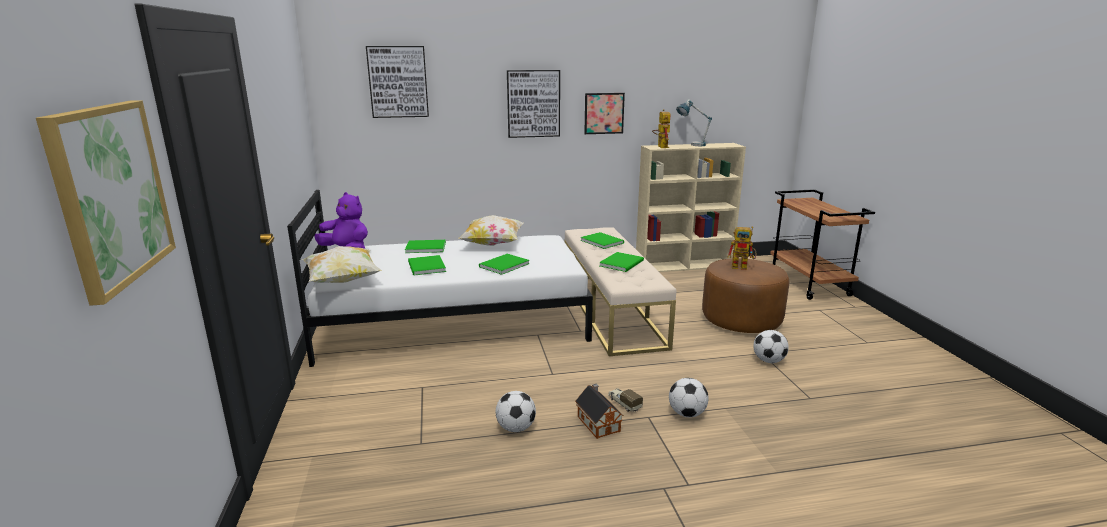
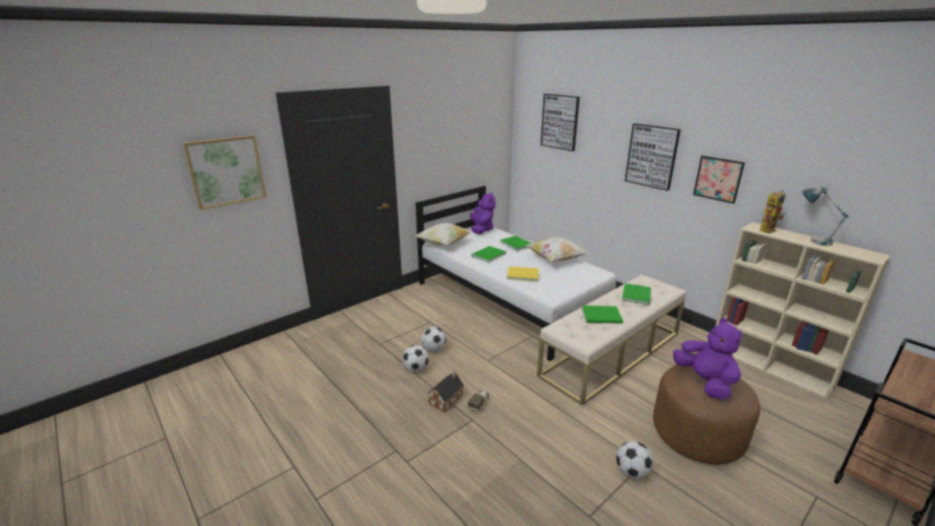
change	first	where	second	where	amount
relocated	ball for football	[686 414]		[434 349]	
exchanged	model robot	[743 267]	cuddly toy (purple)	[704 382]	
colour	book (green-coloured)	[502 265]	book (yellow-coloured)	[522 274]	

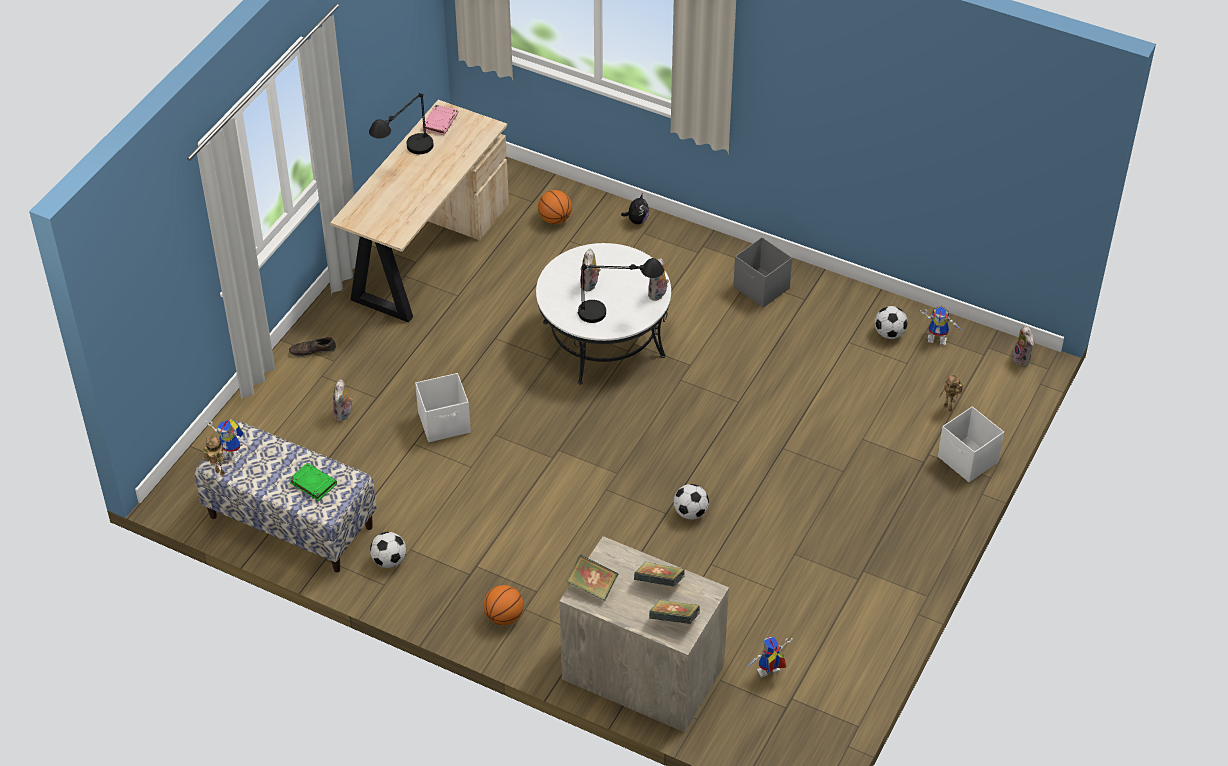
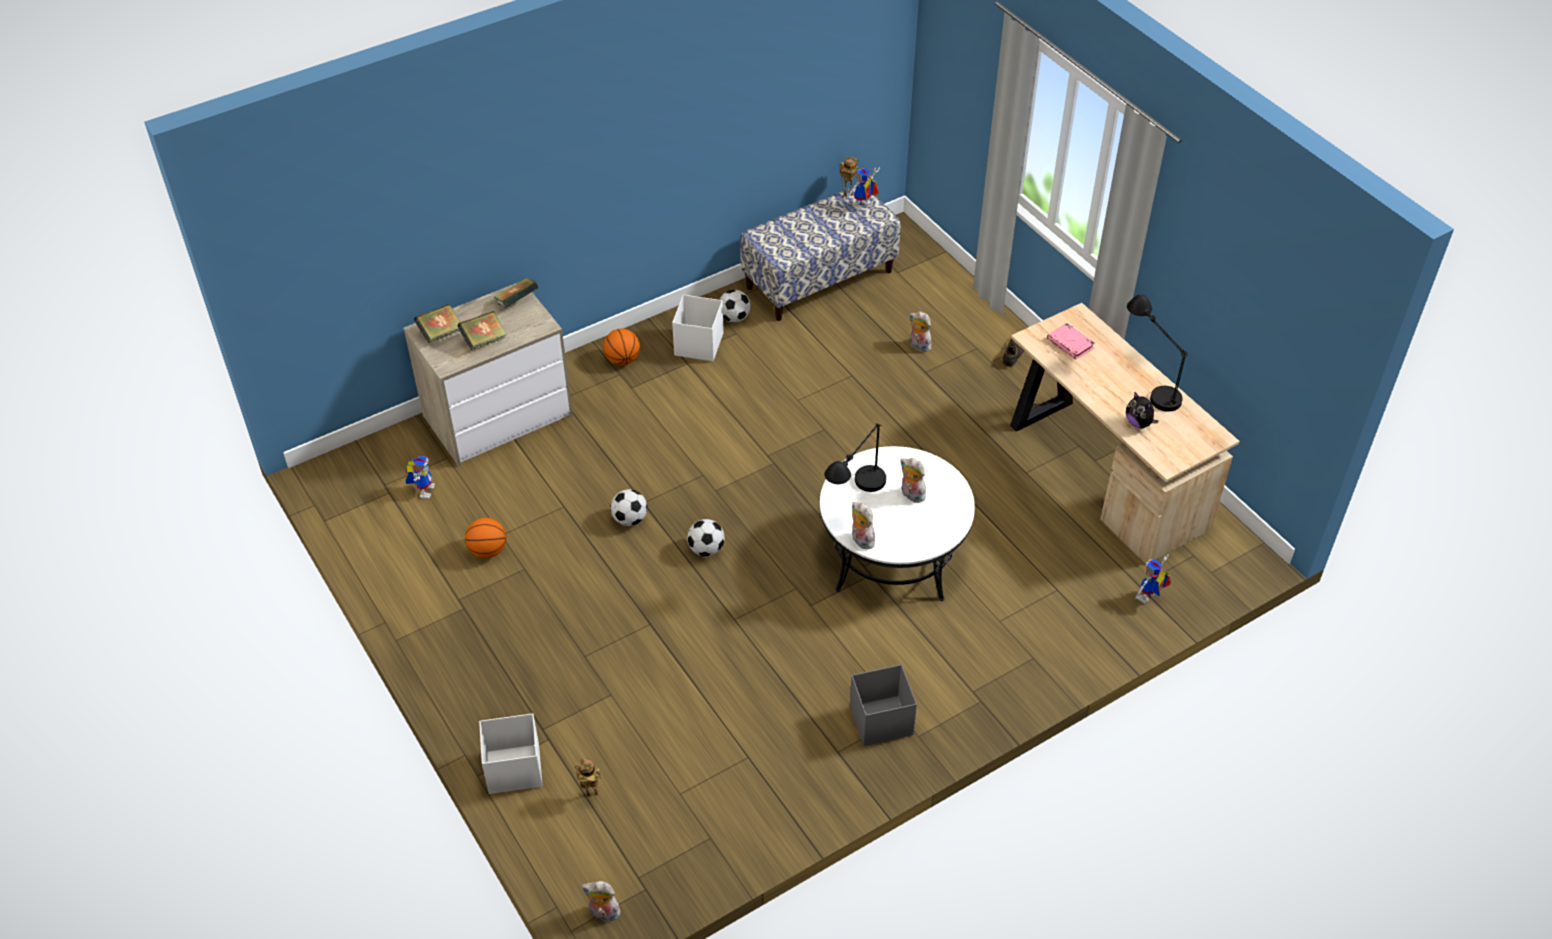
change	first	where	second	where	amount
missing	book (green-coloured)	[312 483]			
relocated	storage bin (whitish)	[445 423]		[698 345]	
relocated	book (pink-coloured)	[440 122]		[1070 344]	
relocated	ball for basketball	[555 219]		[488 551]	
relocated	cuddly toy	[637 220]		[1138 423]	
relocated	ball for football	[889 333]		[706 549]	
relocated	model robot	[939 338]		[1148 598]	

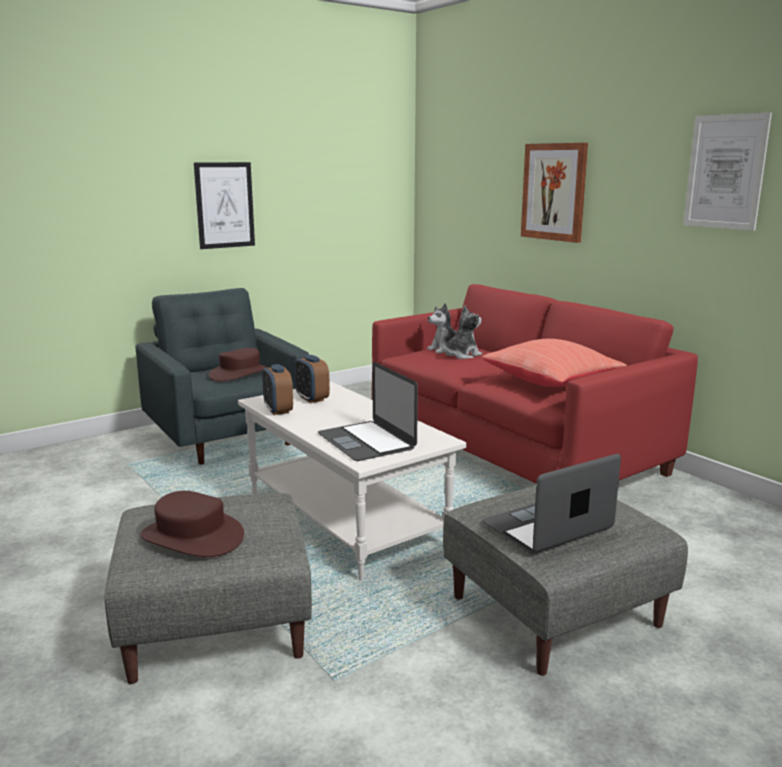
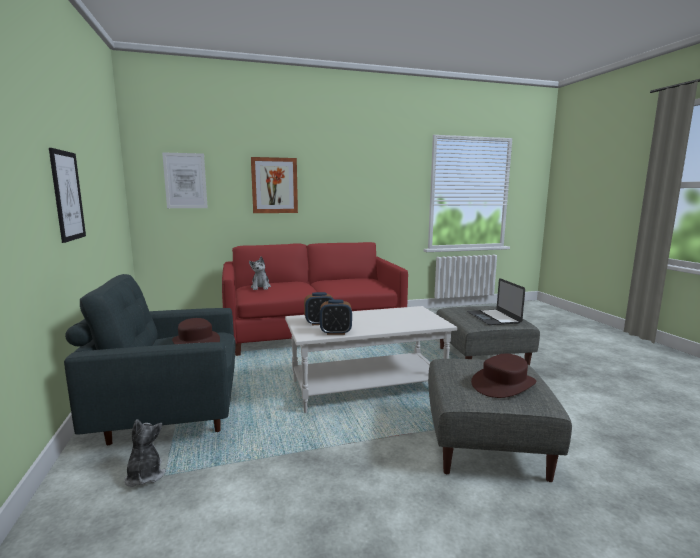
change	first	where	second	where	amount
missing	portable computer	[366 441]			
missing	throw pillow (red-coloured)	[552 382]			
relocated	cuddly toy	[461 355]		[145 475]	
relocated	picture	[725 172]		[185 181]	

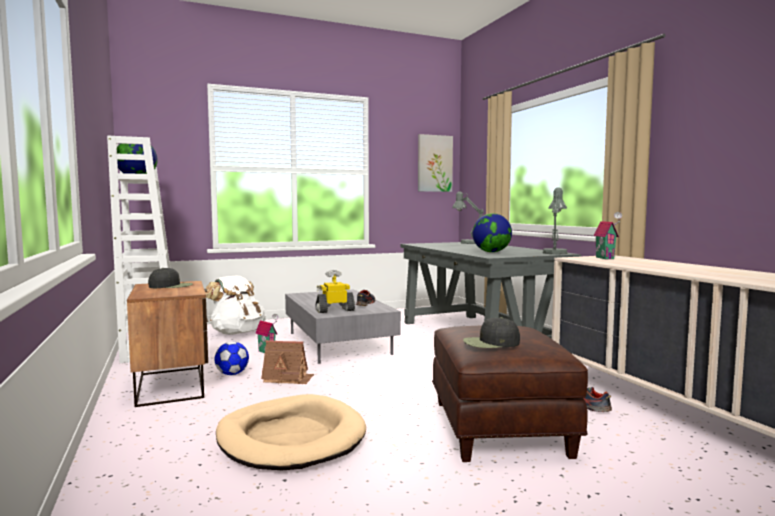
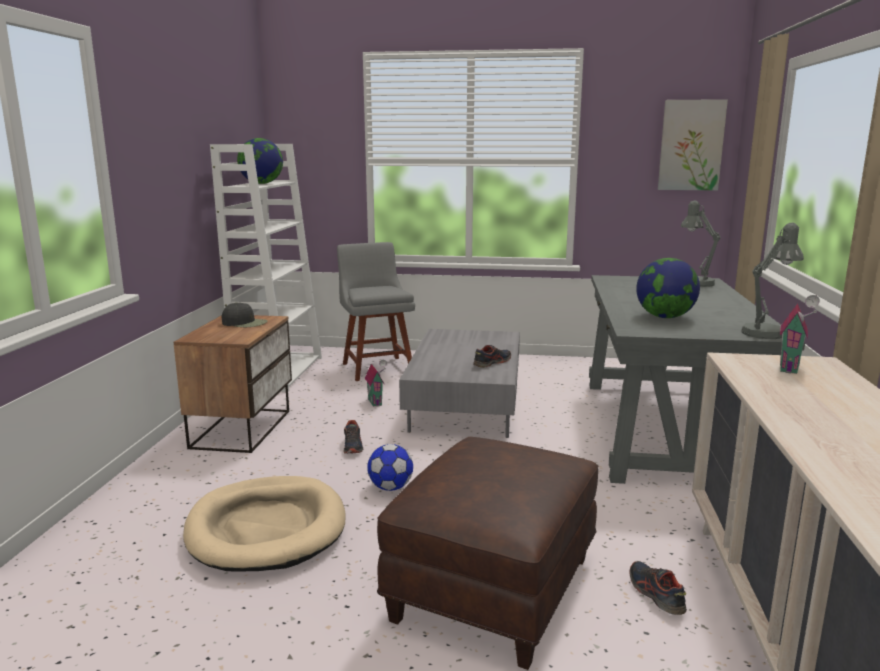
change	first	where	second	where	amount
missing	model robot	[335 310]			
missing	baseball cap (black)	[490 343]			
relocated	ball for football	[232 374]		[390 487]	
exchanged	knapsack (whitish)	[237 333]	chair (grey)	[376 367]	
exchanged	miniature house	[288 378]	shoe	[353 446]	

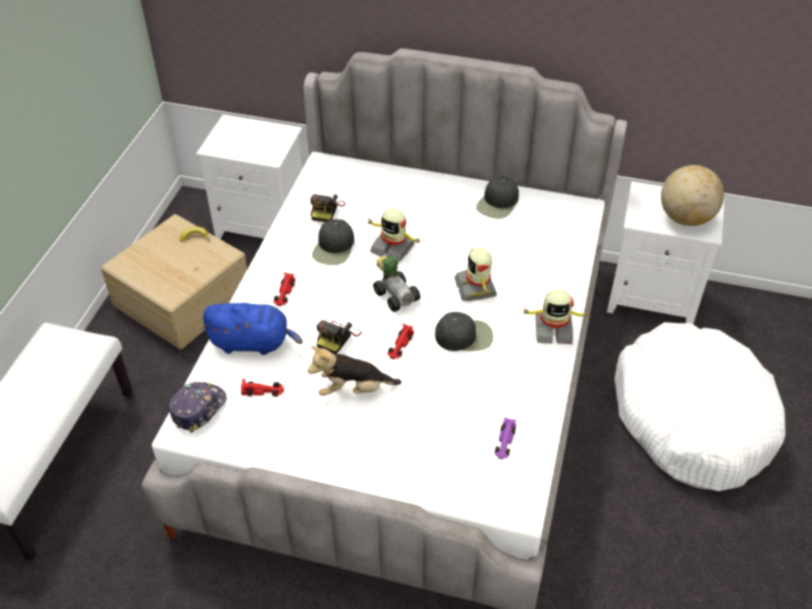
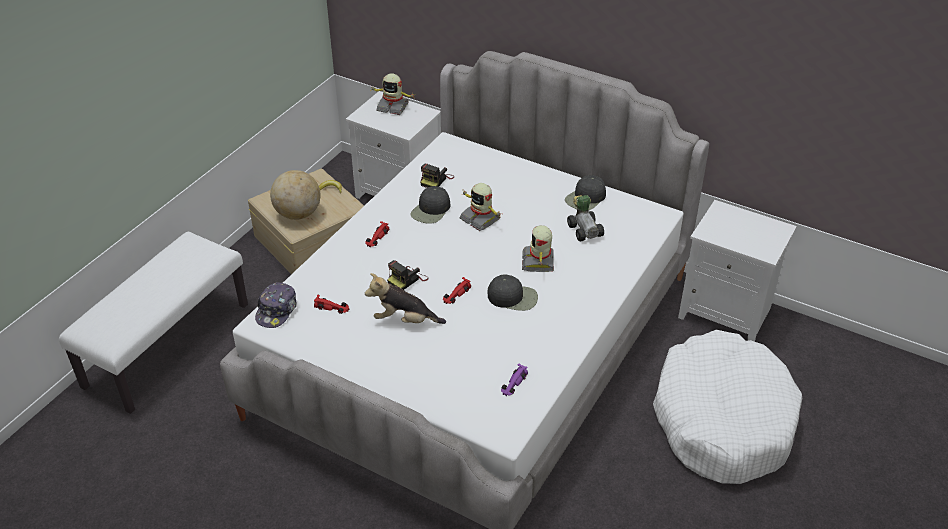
change	first	where	second	where	amount
missing	cuddly toy (blue)	[253 343]			
relocated	miniature car	[396 294]		[585 229]	
relocated	model robot	[553 330]		[393 107]	
relocated	globe	[685 218]		[298 214]	
spun	baseball cap	[198 408]		[277 311]	150 degrees clockwise

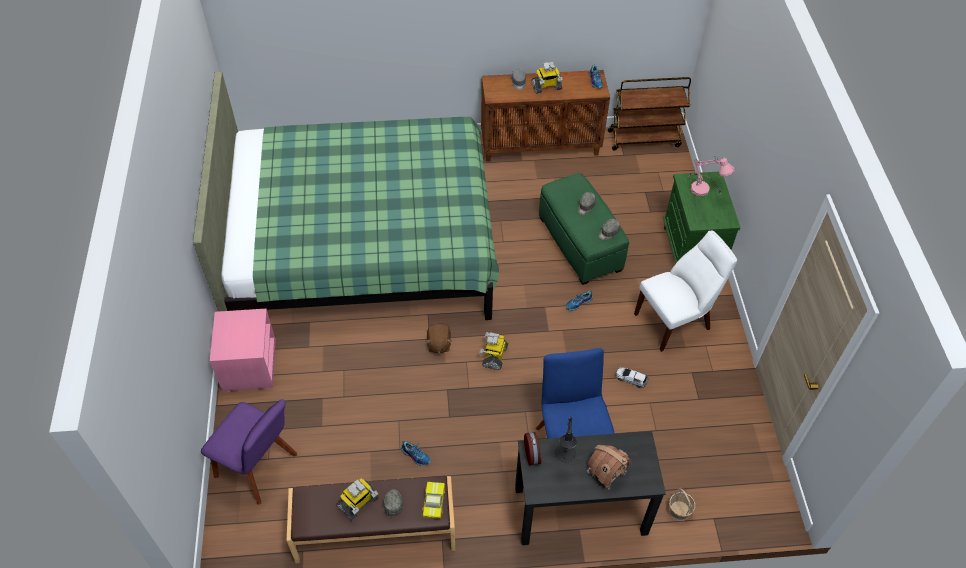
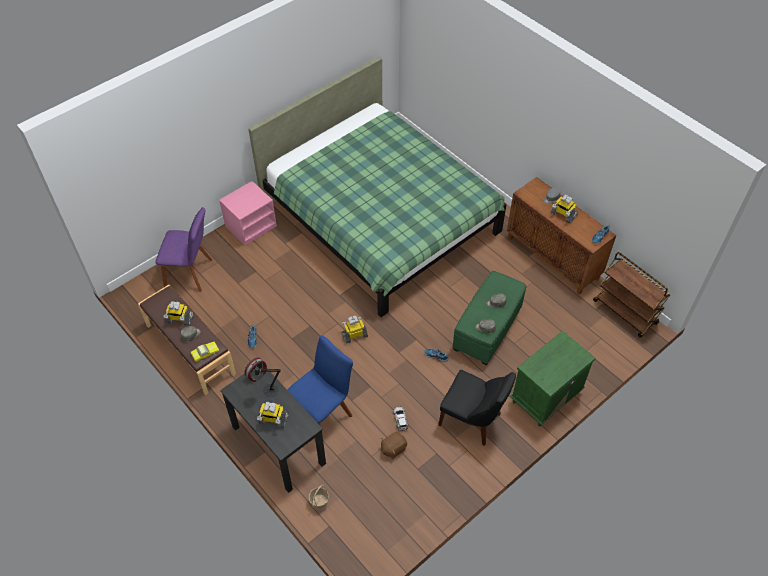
change	first	where	second	where	amount
missing	tabletop lamp (pink-coloured)	[705 189]			
relocated	cuddly toy (brownish)	[438 344]		[393 448]	
exchanged	miniature house	[607 471]	model robot	[273 419]	
colour	chair (whitish)	[675 320]	chair (black)	[472 420]	
spun	chair (purple)	[259 468]		[191 273]	75 degrees counterclockwise

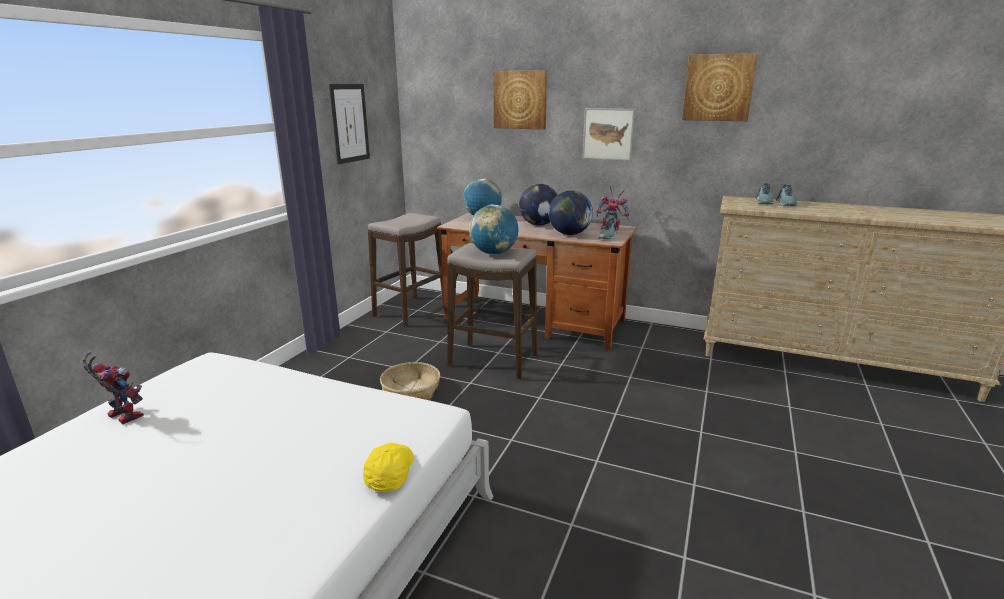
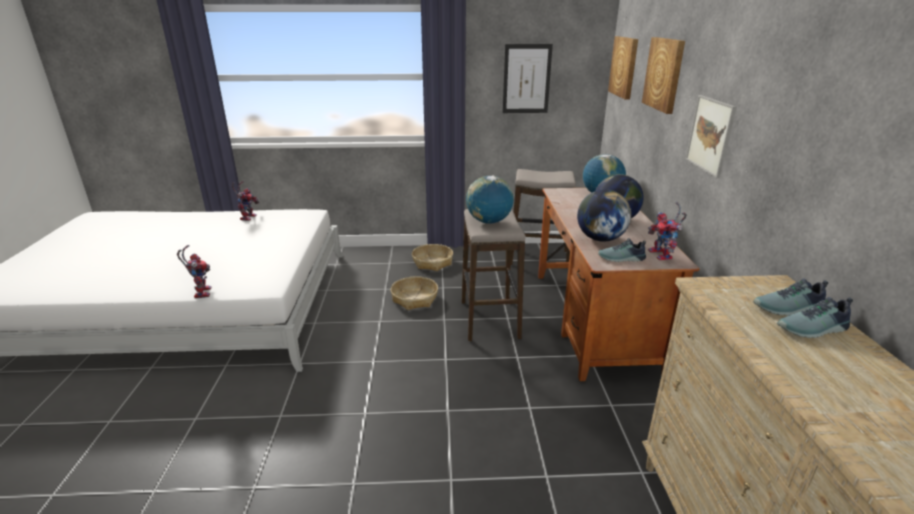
change	first	where	second	where	amount
appeared			household basket	[432 262]	
relocated	picture	[718 87]		[624 67]	
exchanged	baseball cap (yellow-coloured)	[390 473]	model robot	[201 292]	

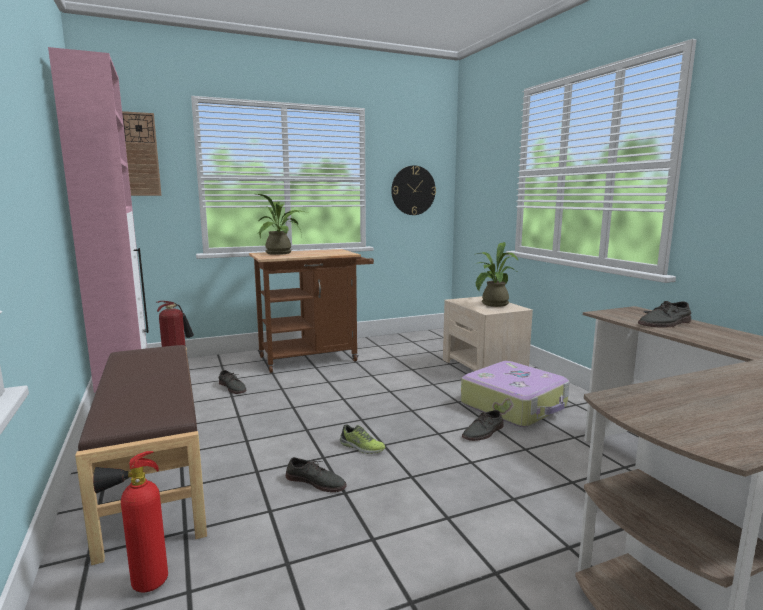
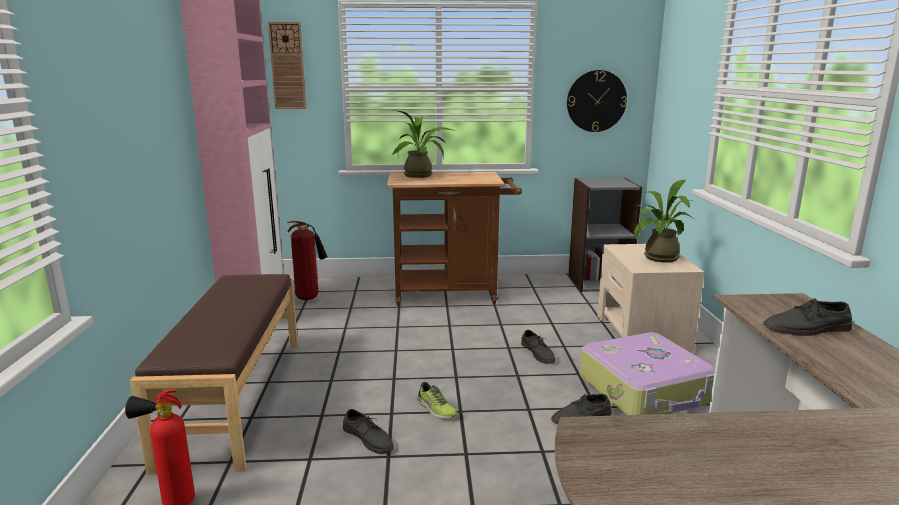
change	first	where	second	where	amount
appeared			bookshelf (grey)	[598 282]	
relocated	shoe (grey)	[233 387]		[538 353]	

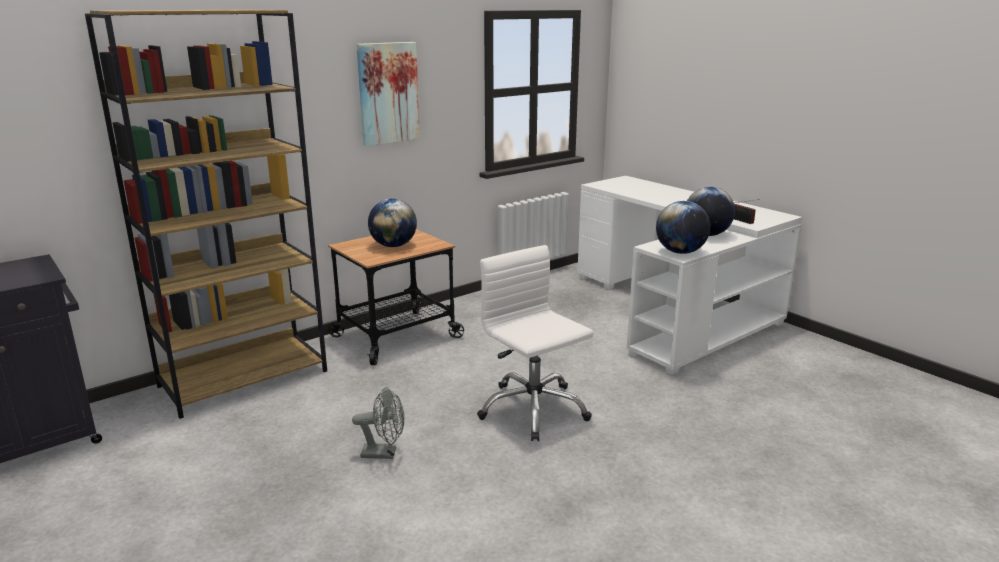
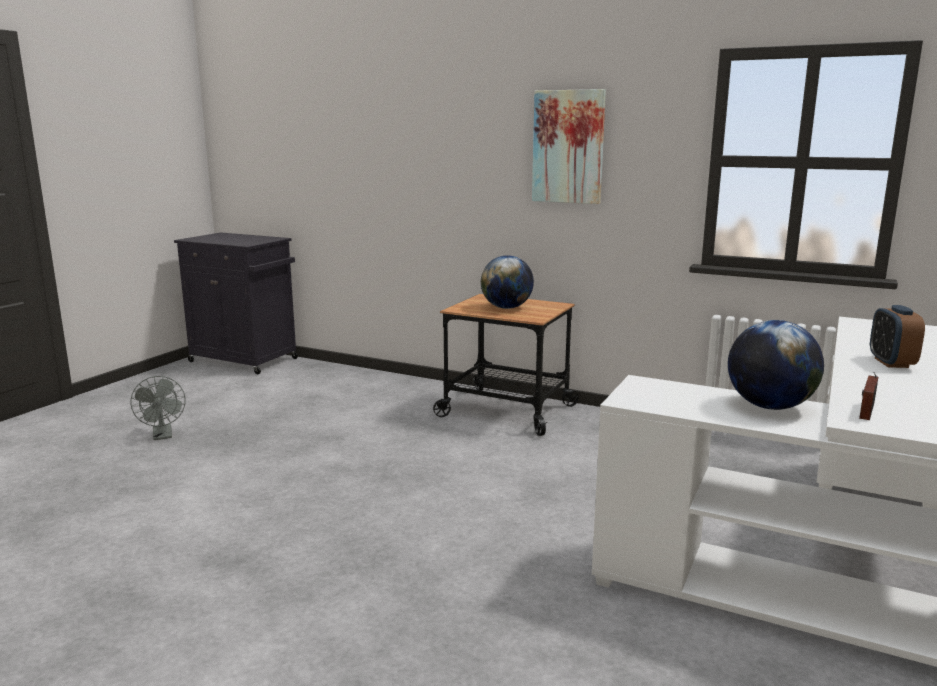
change	first	where	second	where	amount
missing	bookshelf (brownish)	[244 378]			
missing	computer chair (whitish)	[533 409]			
missing	globe	[680 252]			
appeared			bedside clock	[891 363]	
relocated	electric fan (grey)	[384 453]		[163 436]	

